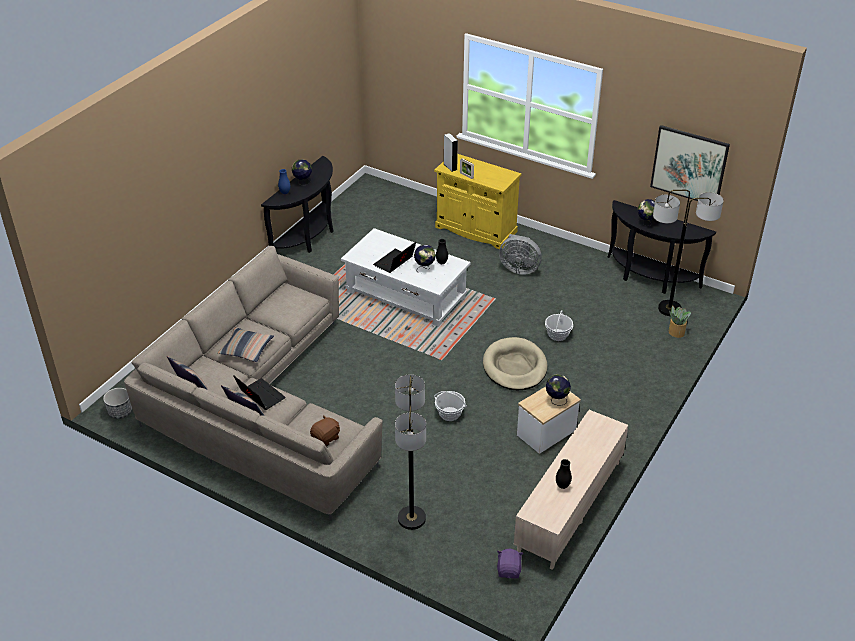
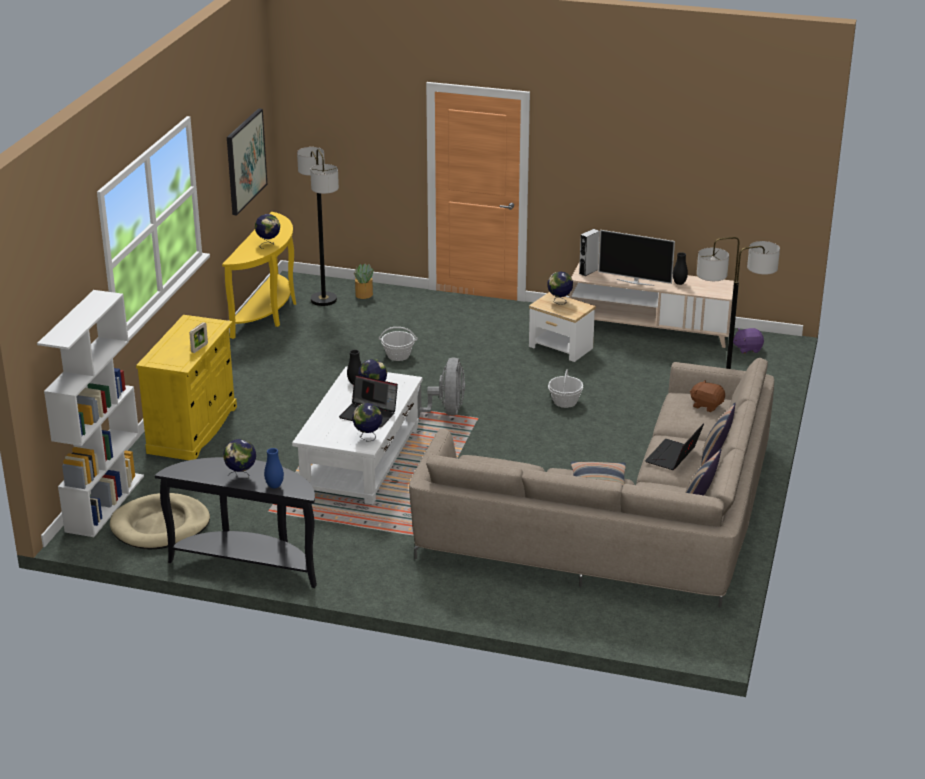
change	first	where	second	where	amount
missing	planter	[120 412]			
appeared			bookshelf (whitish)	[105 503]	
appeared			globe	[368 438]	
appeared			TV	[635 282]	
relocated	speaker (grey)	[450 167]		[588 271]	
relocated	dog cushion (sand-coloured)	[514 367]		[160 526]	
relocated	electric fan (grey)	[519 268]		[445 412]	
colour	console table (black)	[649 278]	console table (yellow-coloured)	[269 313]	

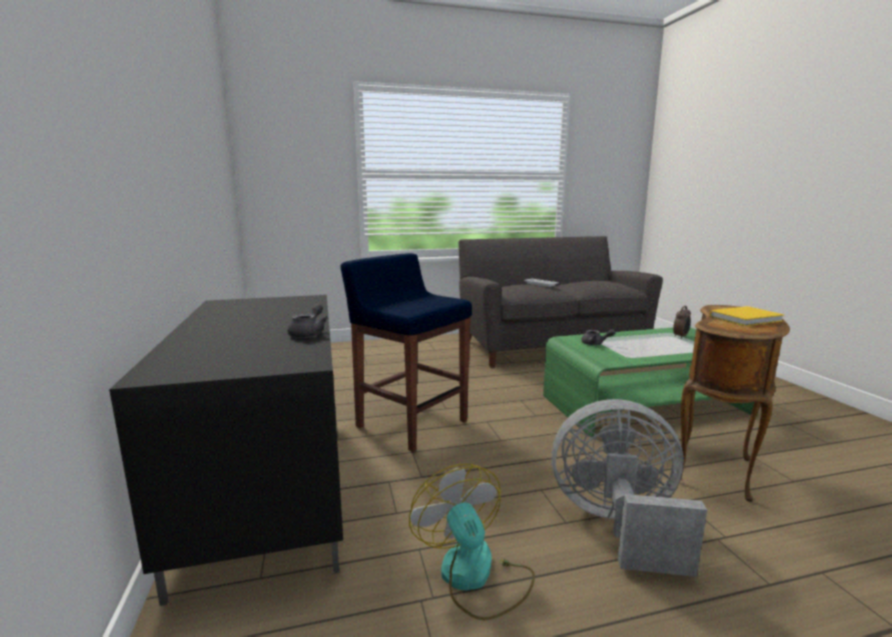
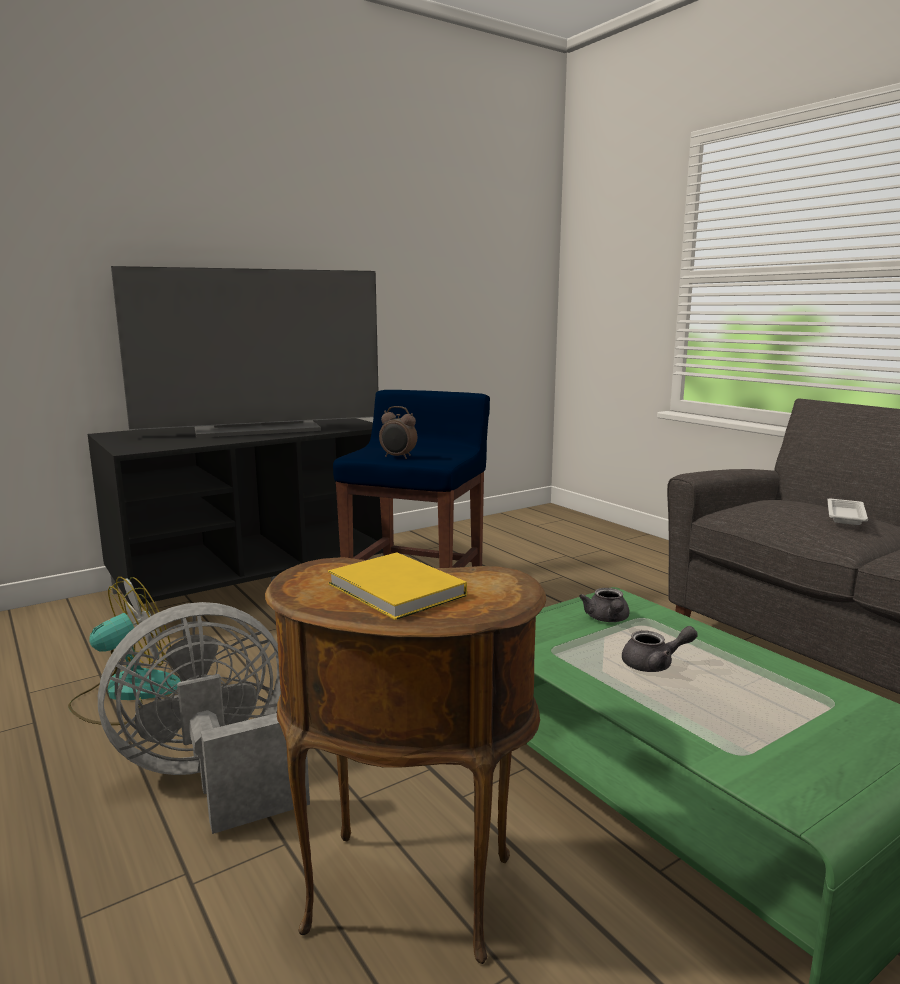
change	first	where	second	where	amount
appeared			TV	[259 429]	
relocated	teapot (grey)	[309 333]		[655 664]	
relocated	bedside clock	[681 336]		[398 457]	
spun	electric fan (grey)	[618 525]		[214 777]	105 degrees counterclockwise

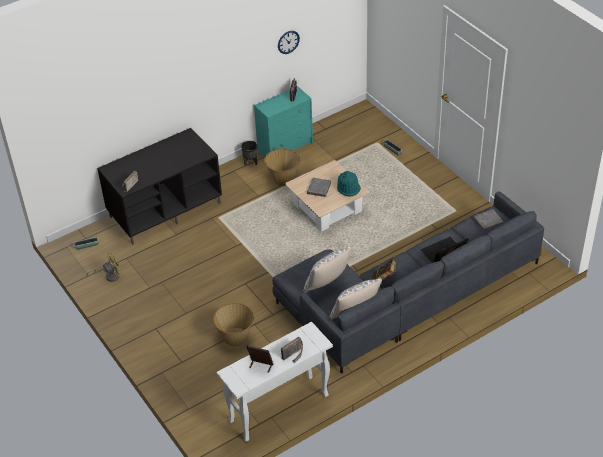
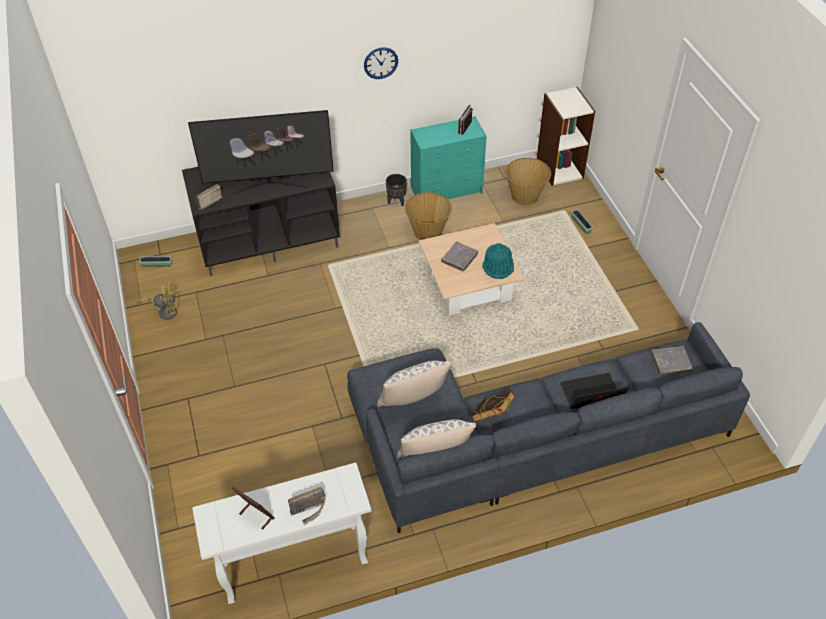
change	first	where	second	where	amount
appeared			TV	[269 182]	
appeared			bookshelf	[559 169]	
relocated	household basket	[235 337]		[525 196]	
relocated	clock on the wall	[288 42]		[380 63]	

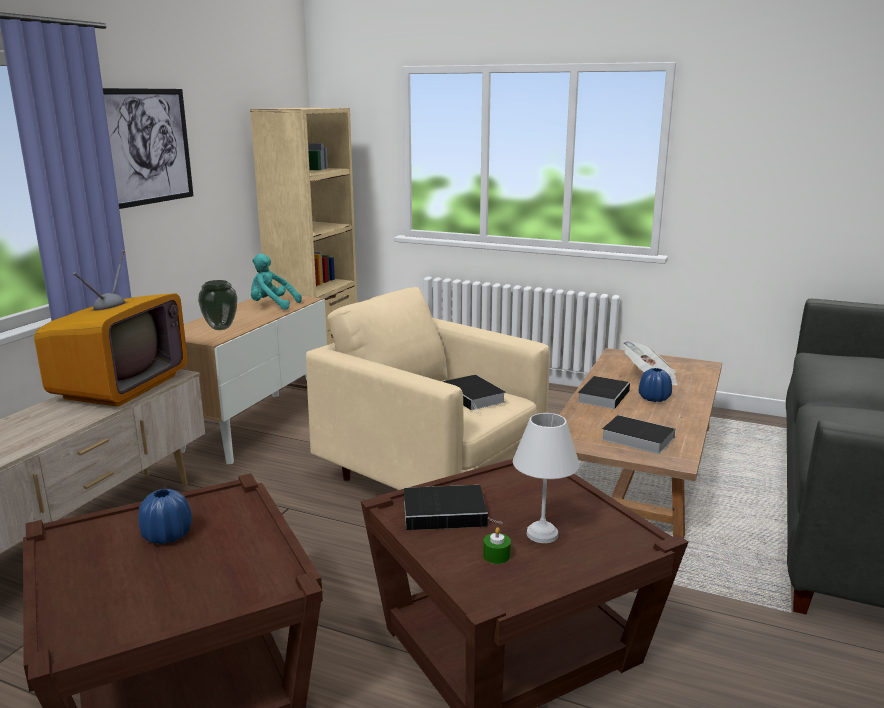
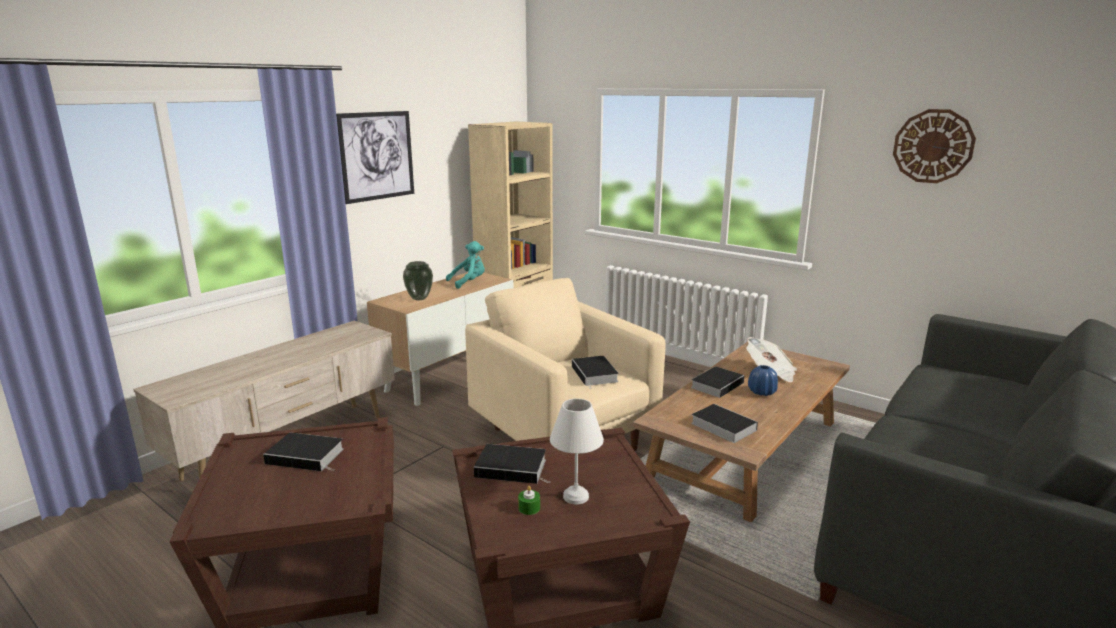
change	first	where	second	where	amount
missing	TV	[121 387]			
appeared			clock on the wall	[933 146]	
exchanged	vase (blue)	[167 535]	book	[307 456]	
spun	cuddly toy (blue-green)	[272 305]		[469 282]	120 degrees clockwise

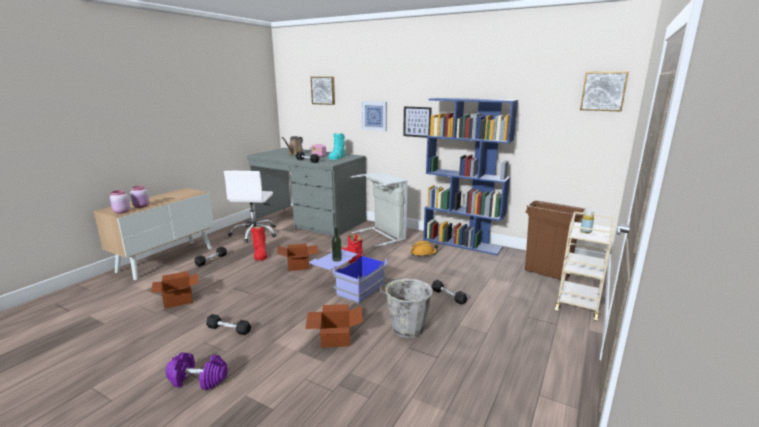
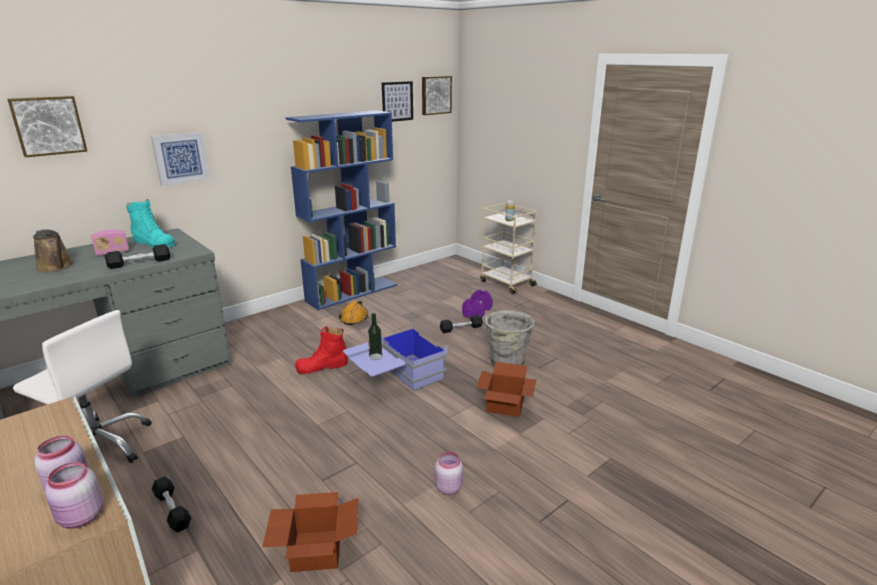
change	first	where	second	where	amount
missing	boot (red-coloured)	[260 254]			
missing	carton	[299 265]			
missing	hamper (grey)	[383 235]			
missing	trash can (brownish)	[547 273]			
relocated	dumbbell (purple)	[198 380]		[477 312]	
relocated	picture	[417 122]		[397 101]	
exchanged	dumbbell (black)	[229 329]	jar (pink-coloured)	[448 487]	

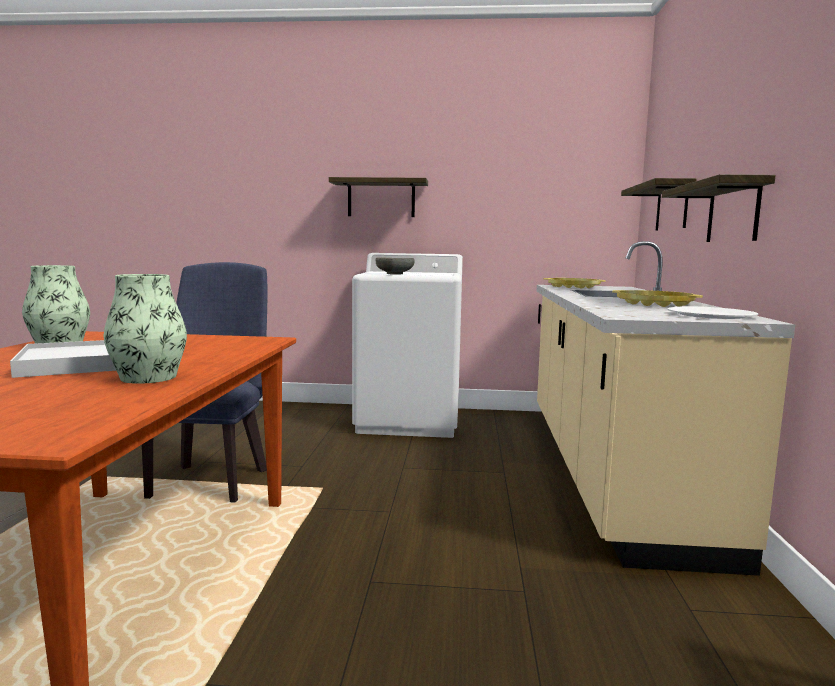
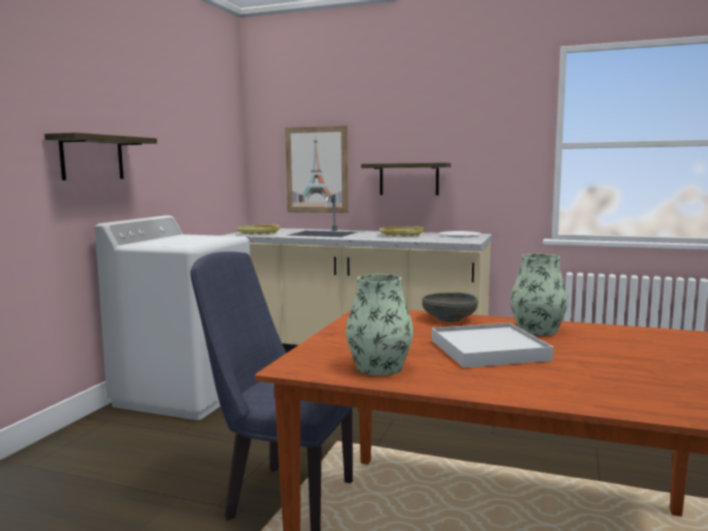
change	first	where	second	where	amount
relocated	deep dish (grey)	[394 274]		[449 319]	
exchanged	bracket shelf	[672 207]	picture	[317 170]	

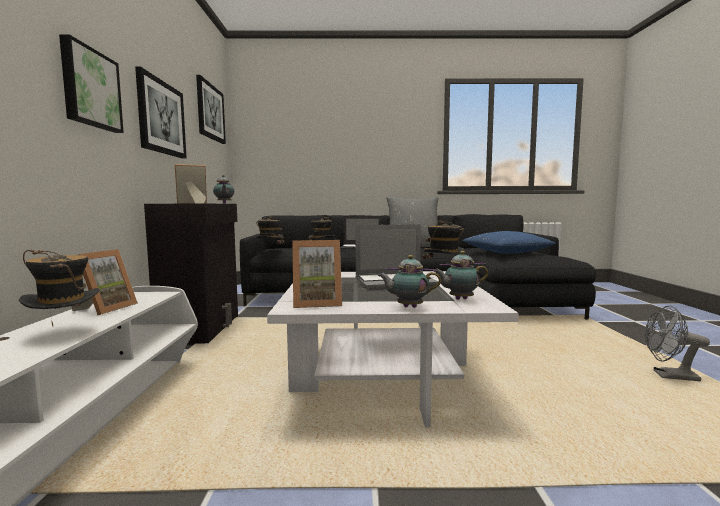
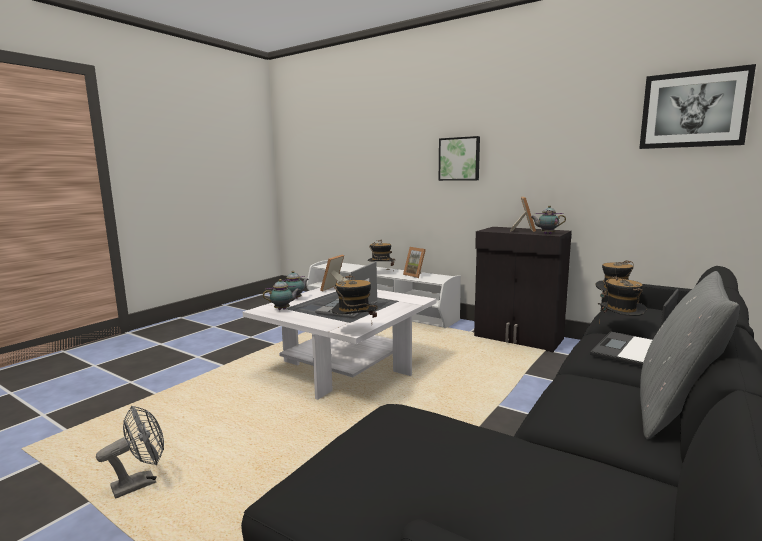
change	first	where	second	where	amount
missing	picture	[161 117]			
missing	throw pillow (blue)	[506 252]			
spun	teapot	[459 299]		[283 309]	45 degrees clockwise

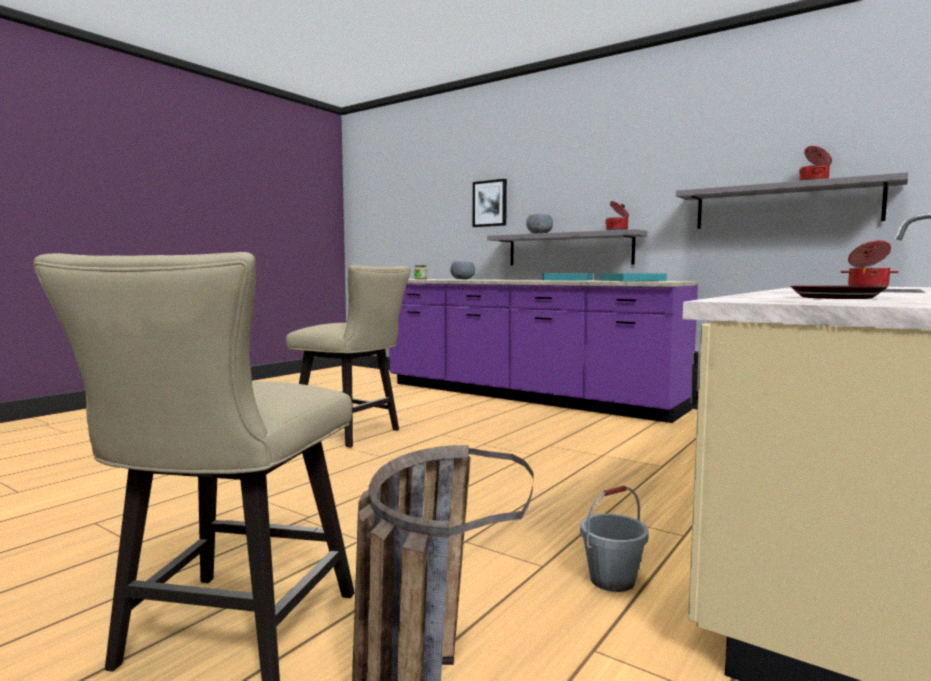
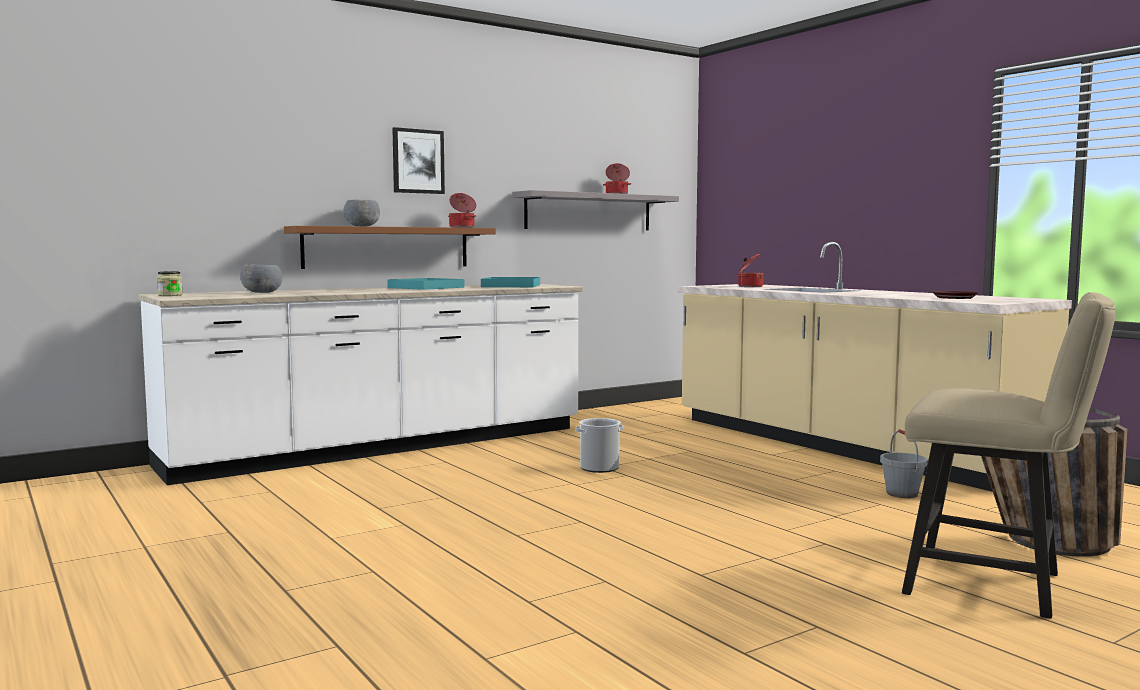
change	first	where	second	where	amount
missing	chair (sand-coloured)	[353 434]			
appeared			pail	[599 468]	
relocated	picture	[490 203]		[418 161]	
colour	kitchen base unit (purple)	[525 396]	kitchen base unit (whitish)	[383 447]	
colour	bracket shelf (grey)	[569 249]	bracket shelf (brownish)	[387 247]	

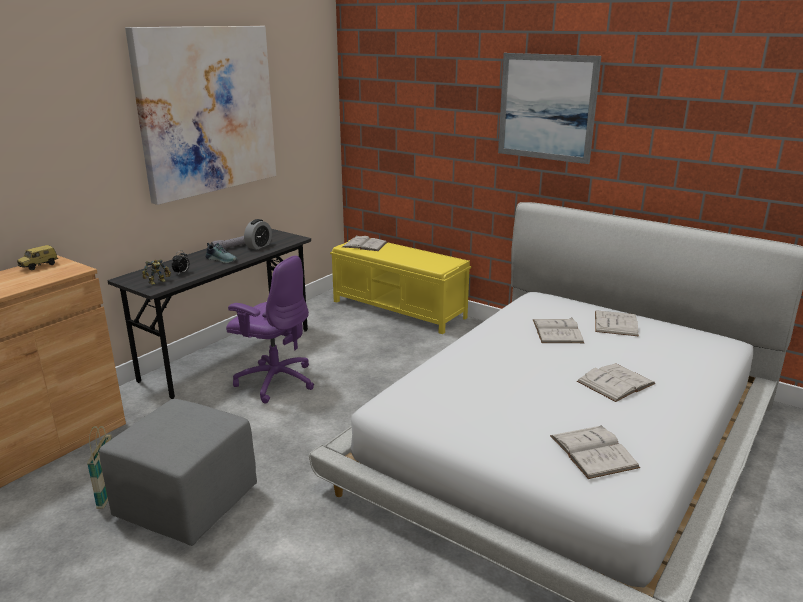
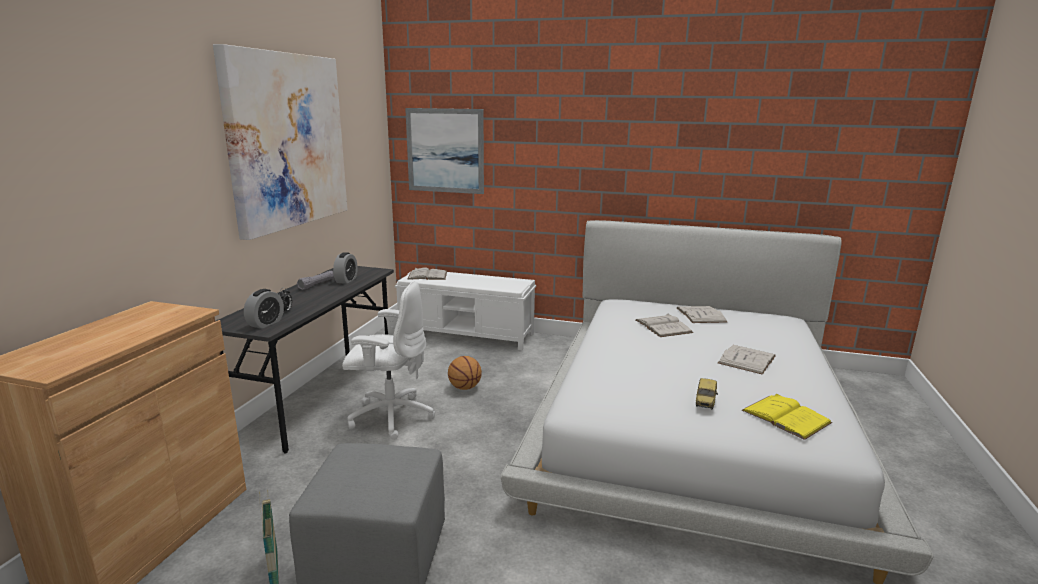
change	first	where	second	where	amount
missing	shoe	[222 259]			
appeared			ball for basketball	[464 388]	
relocated	miniature car	[39 266]		[705 403]	
relocated	picture	[546 107]		[445 151]	
exchanged	model robot	[158 282]	bedside clock	[266 323]	
colour	computer chair (purple)	[275 381]	computer chair (whitish)	[390 416]	
colour	bench (yellow-coloured)	[399 309]	bench (whitish)	[467 334]	
colour	book (whitish)	[593 451]	book (yellow-coloured)	[785 416]	

